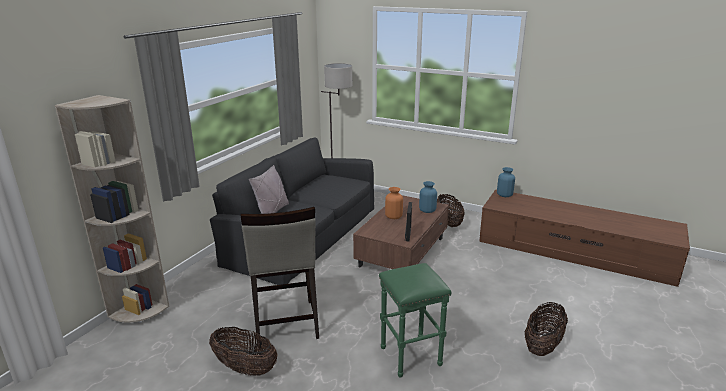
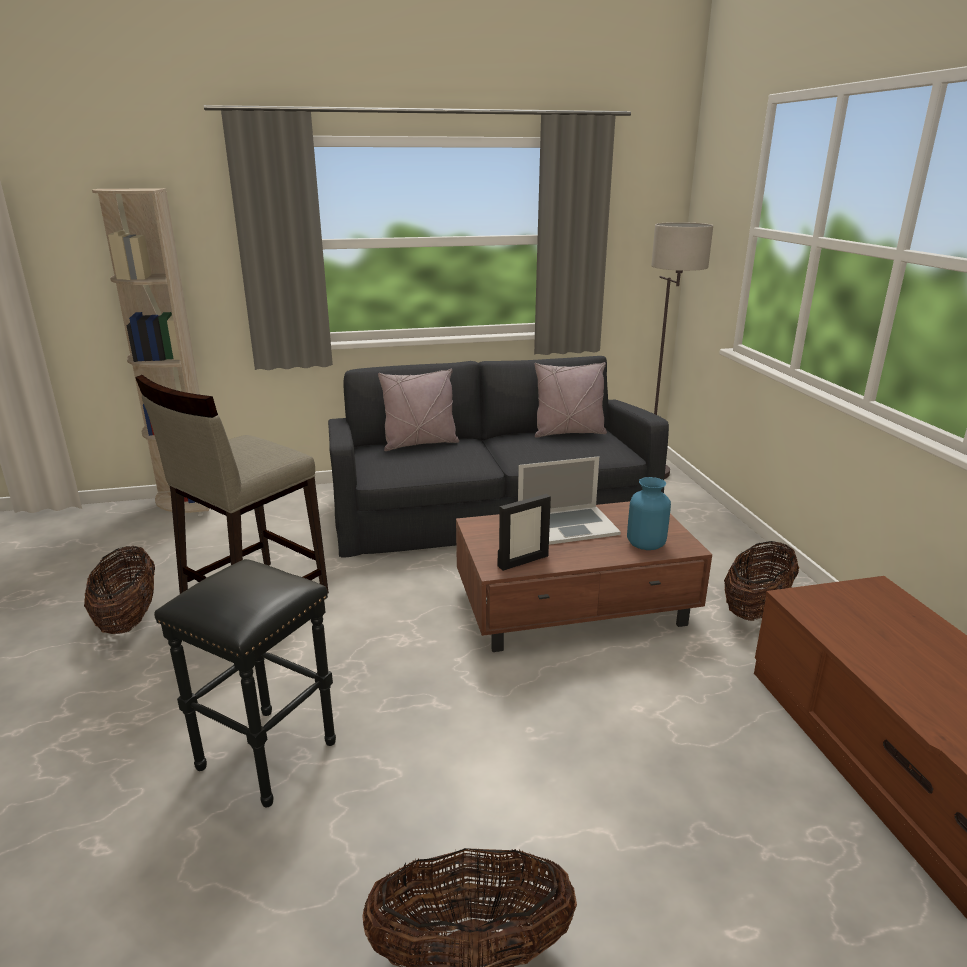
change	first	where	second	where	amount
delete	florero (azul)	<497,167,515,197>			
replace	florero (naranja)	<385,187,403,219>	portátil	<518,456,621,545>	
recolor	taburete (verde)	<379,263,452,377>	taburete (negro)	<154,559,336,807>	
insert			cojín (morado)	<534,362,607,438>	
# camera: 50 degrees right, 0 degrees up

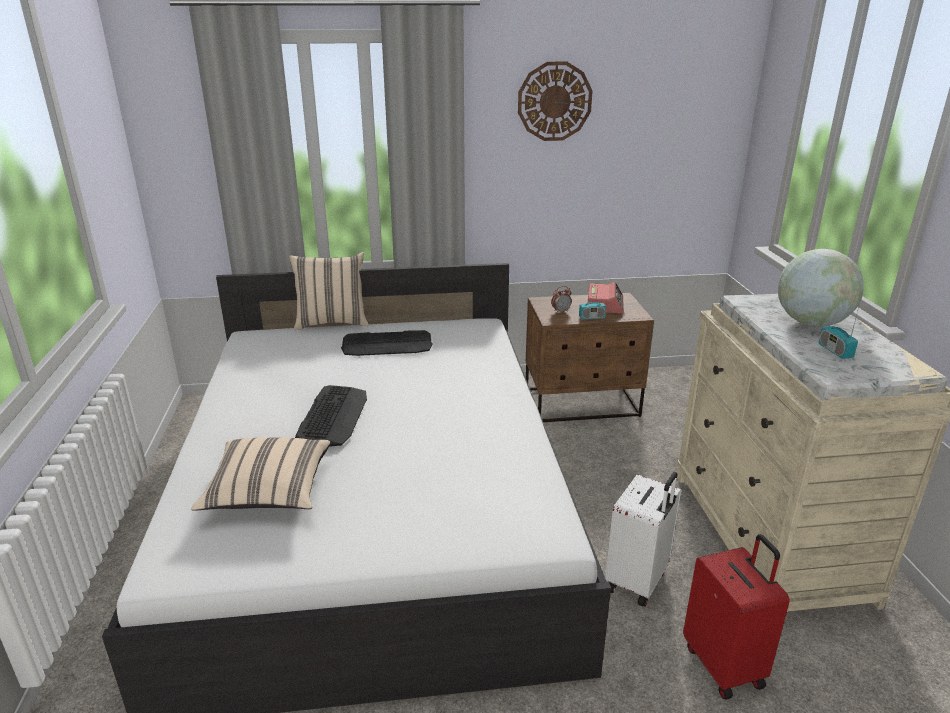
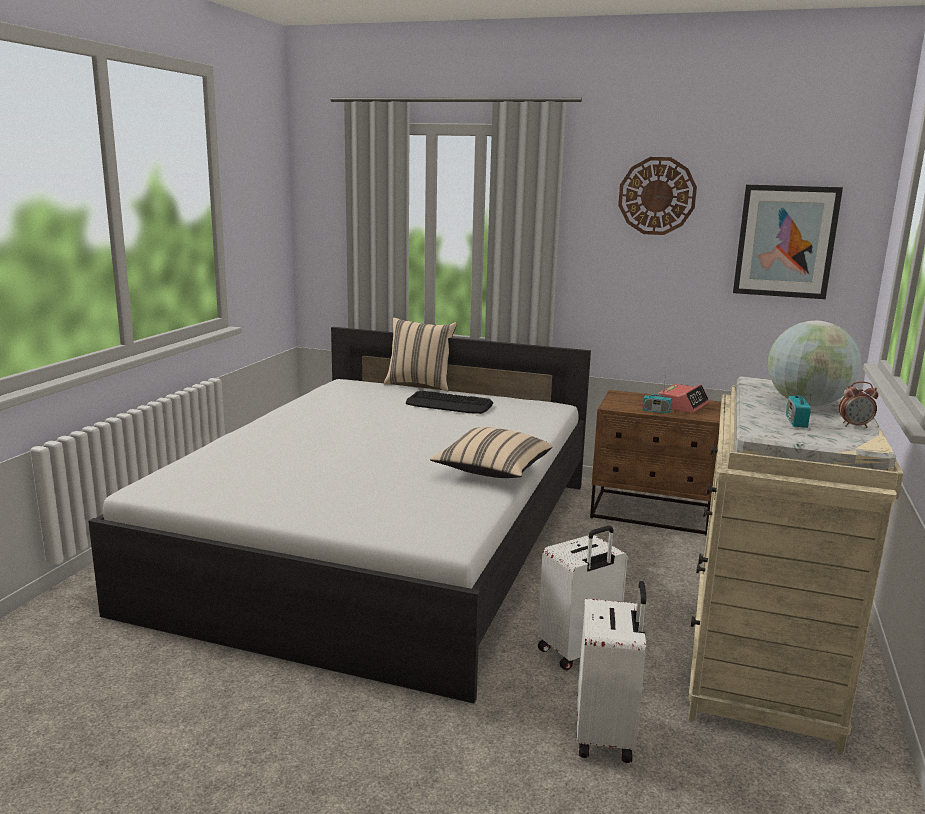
change	first	where	second	where	amount
move	despertador	<551,286,572,314>		<839,381,879,428>	
delete	teclado	<295,385,367,447>			
move	cojín (beis)	<191,437,330,511>		<430,427,552,478>	
recolor	maleta (rojo)	<683,534,790,700>	maleta (blanco)	<577,581,646,763>	
insert			cuadro	<733,184,843,299>	
# camera: 25 degrees right, 10 degrees down

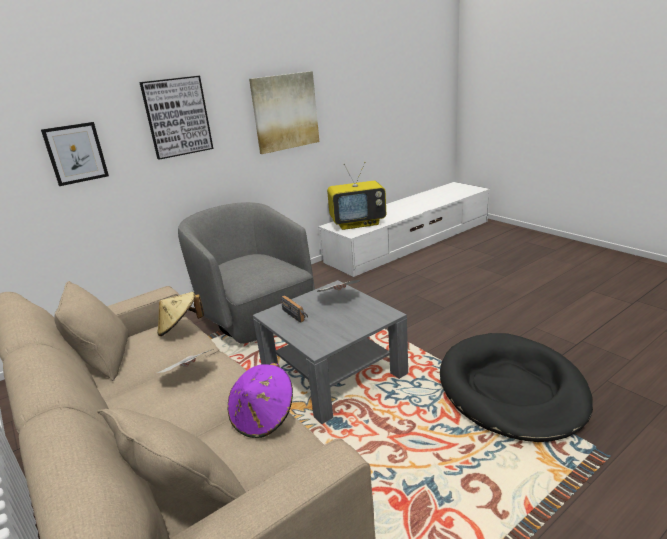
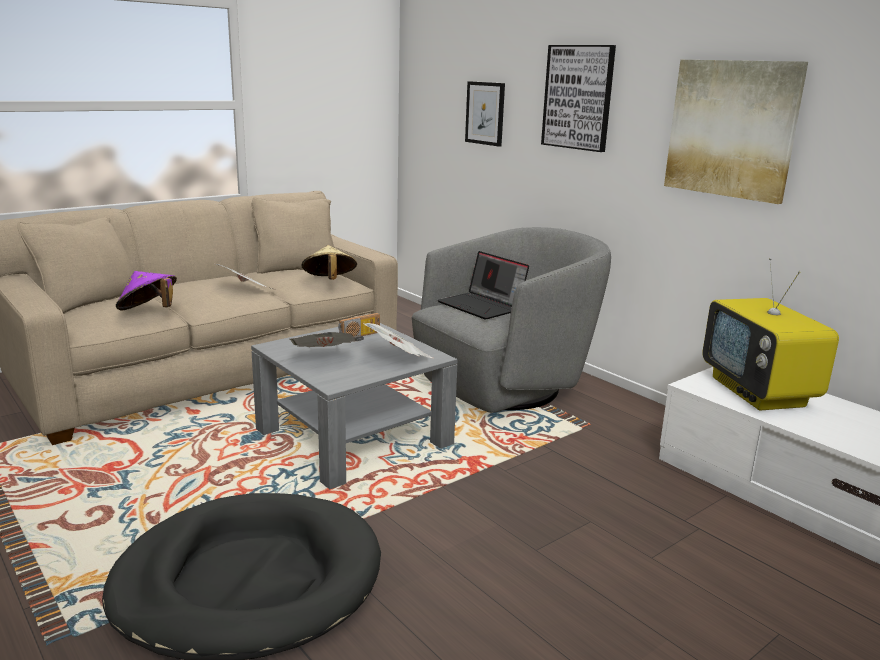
change	first	where	second	where	amount
insert			portátil	<437,251,529,319>	
insert			periódico	<289,332,357,347>	
# camera: 85 degrees right, 5 degrees down

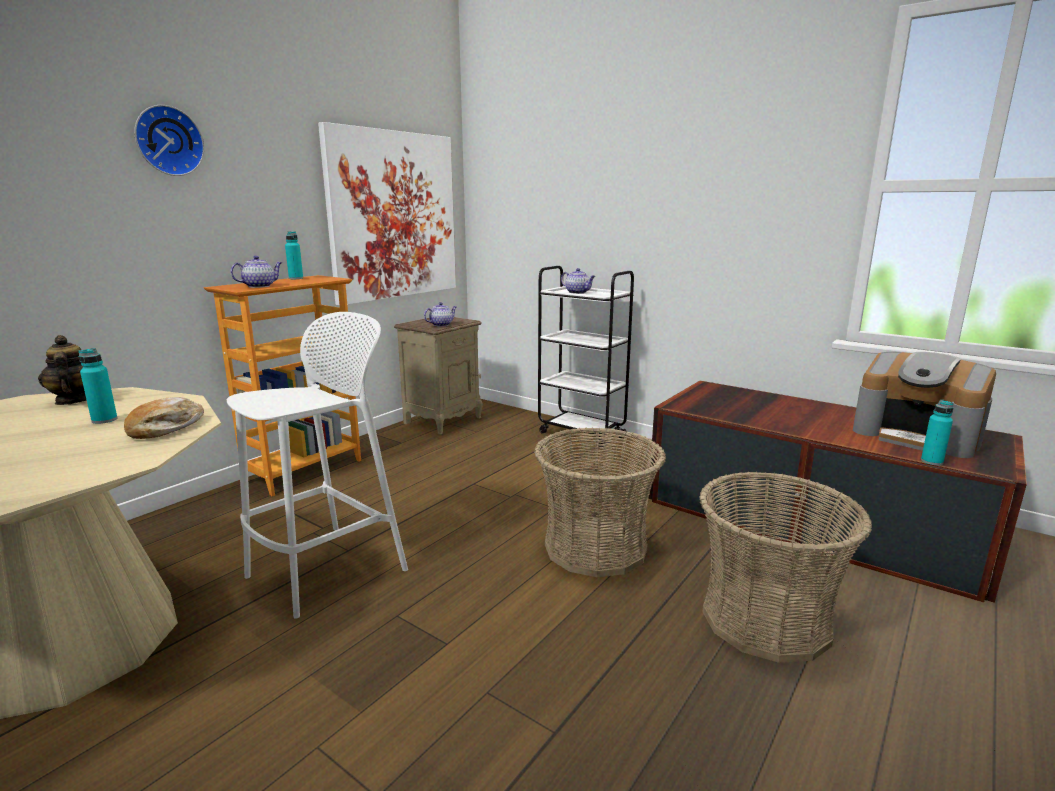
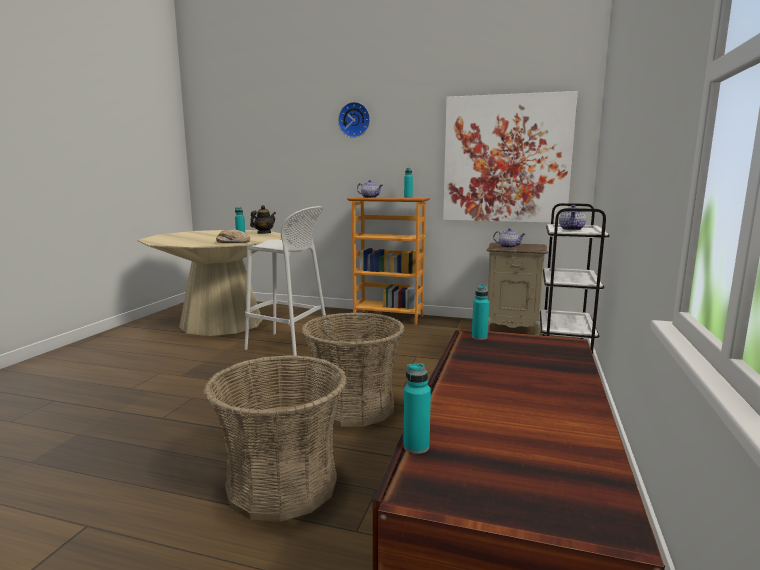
change	first	where	second	where	amount
delete	cafetera	<853,352,996,458>			
insert			botella (turquesa)	<472,285,489,340>	
# camera: 70 degrees right, 5 degrees down

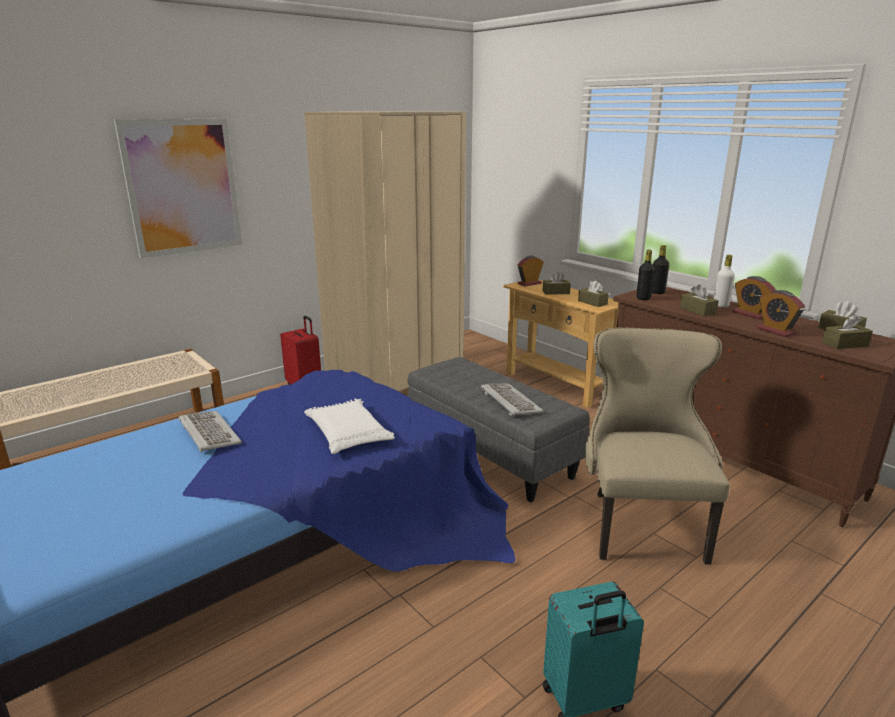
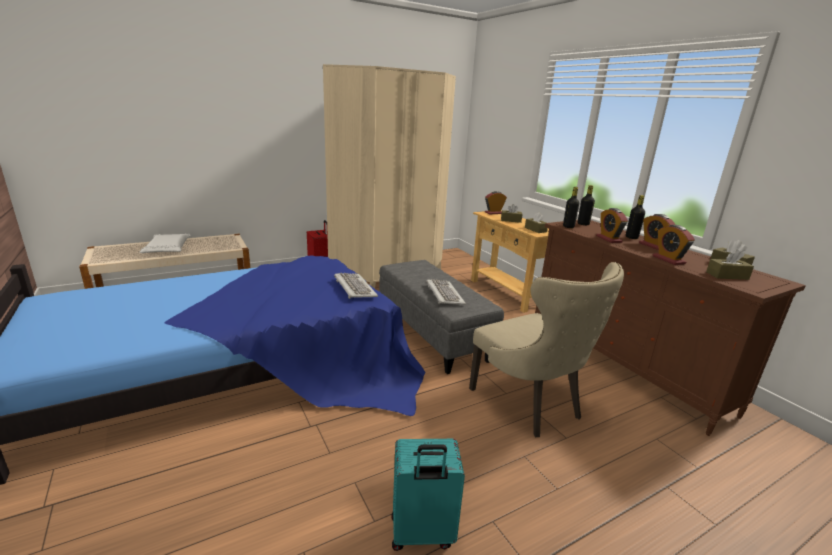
change	first	where	second	where	amount
delete	cuadro	<114,119,242,258>			
recolor	botella (blanco)	<714,255,735,307>	botella (negro)	<626,195,645,239>	
replace	caja de pañuelos (marrón)	<680,284,719,316>	despertador	<596,208,628,243>	
rotate	silla (beis)	<585,327,730,565>		<469,262,624,437>	135 degrees clockwise
move	cojín (blanco)	<304,399,395,454>		<140,233,191,253>	
move	teclado	<179,411,242,452>		<334,273,378,299>	
# camera: 10 degrees right, 0 degrees up

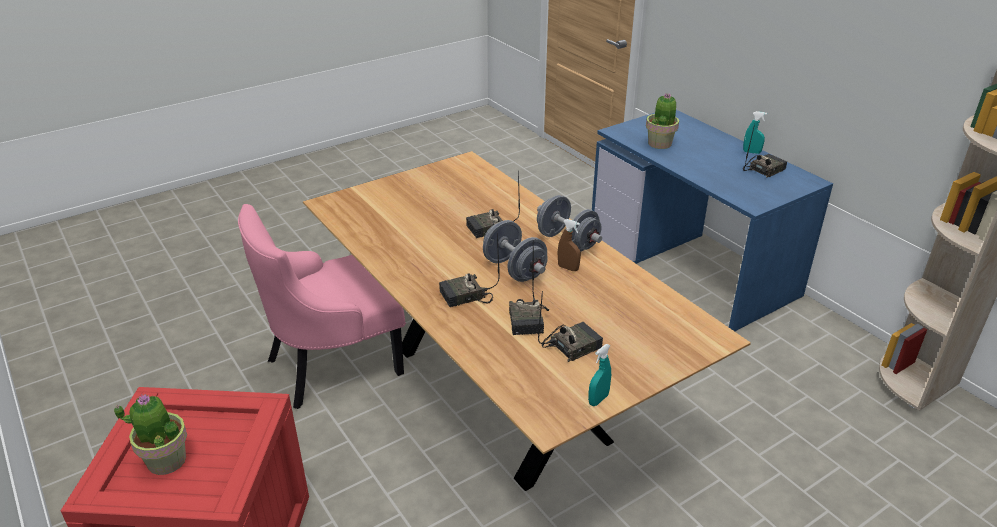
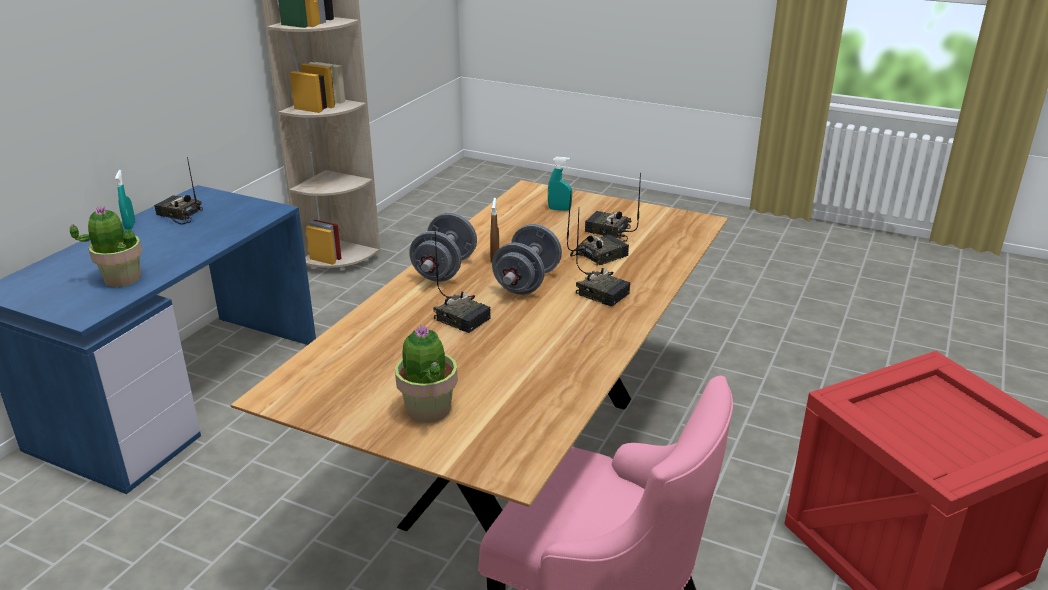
change	first	where	second	where	amount
move	pulverizador (turquesa)	<588,344,611,406>		<548,157,572,211>	
move	planta en maceta	<114,394,187,475>		<395,325,458,423>	
# camera: 120 degrees left, 5 degrees down

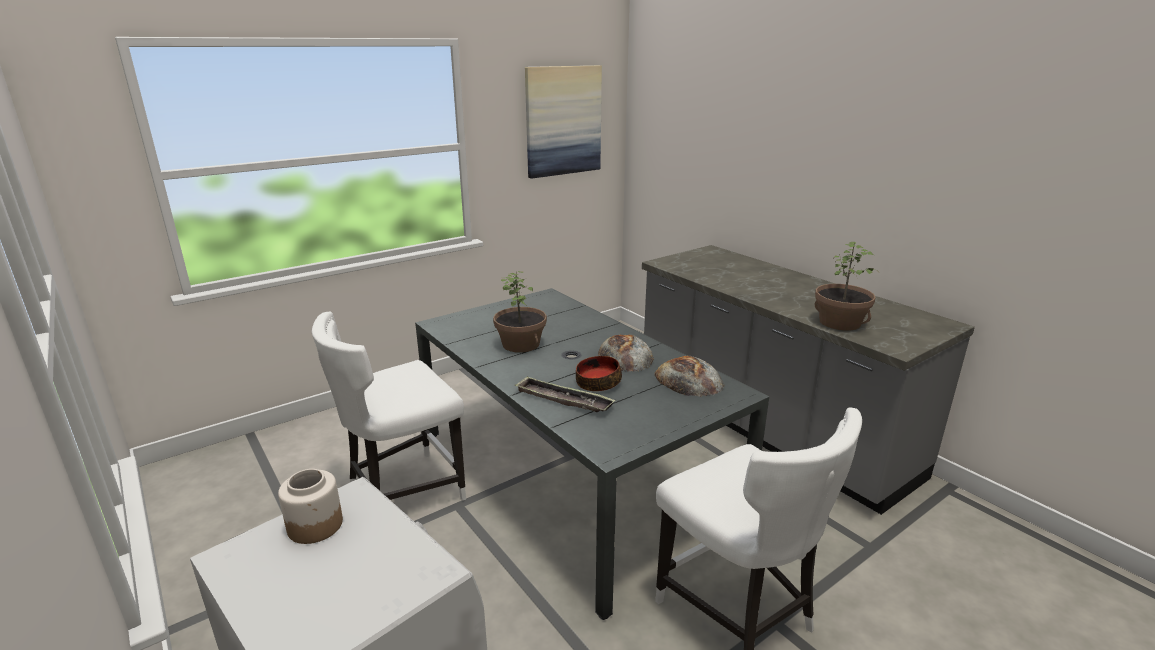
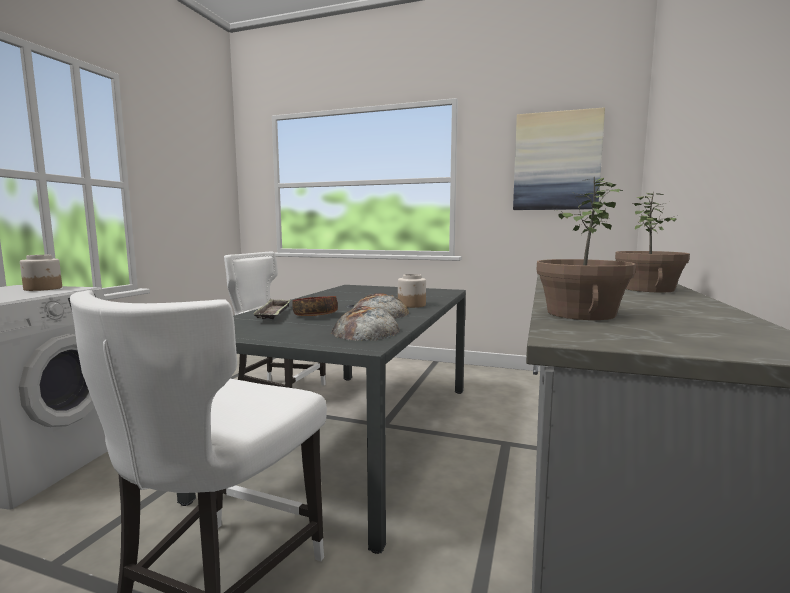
change	first	where	second	where	amount
move	planta en maceta	<493,271,547,353>		<615,192,690,293>	
insert			tarro	<398,274,426,308>	
# camera: 55 degrees right, 15 degrees down

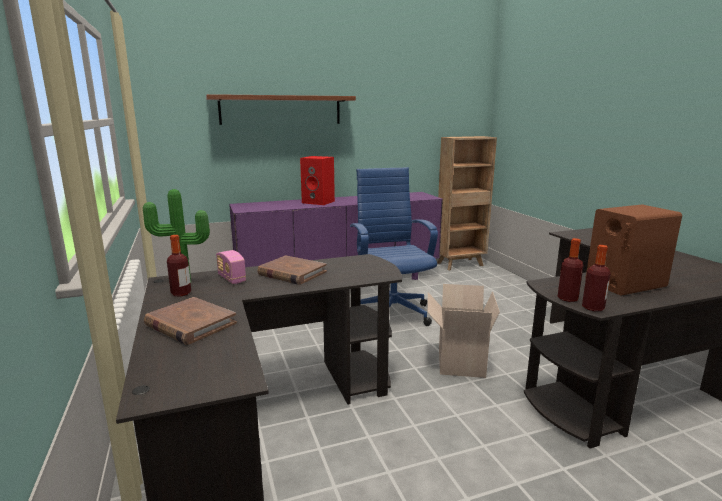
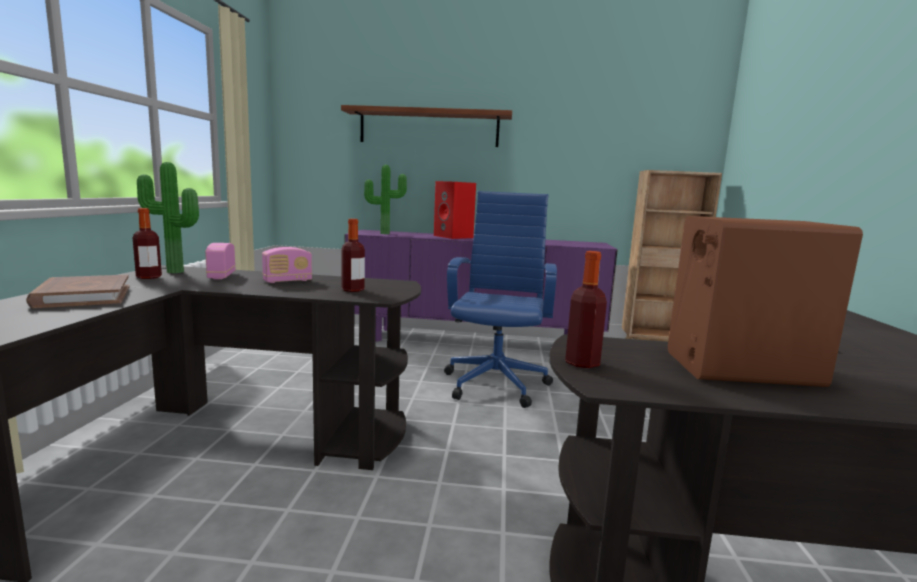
change	first	where	second	where	amount
move	botella	<582,245,611,311>		<341,219,365,292>	
replace	libro (marrón)	<257,256,327,285>	radio	<262,247,312,283>	
delete	caja de cartón	<427,284,500,378>			
insert			planta en maceta	<364,165,407,234>	
# camera: 25 degrees right, 5 degrees down

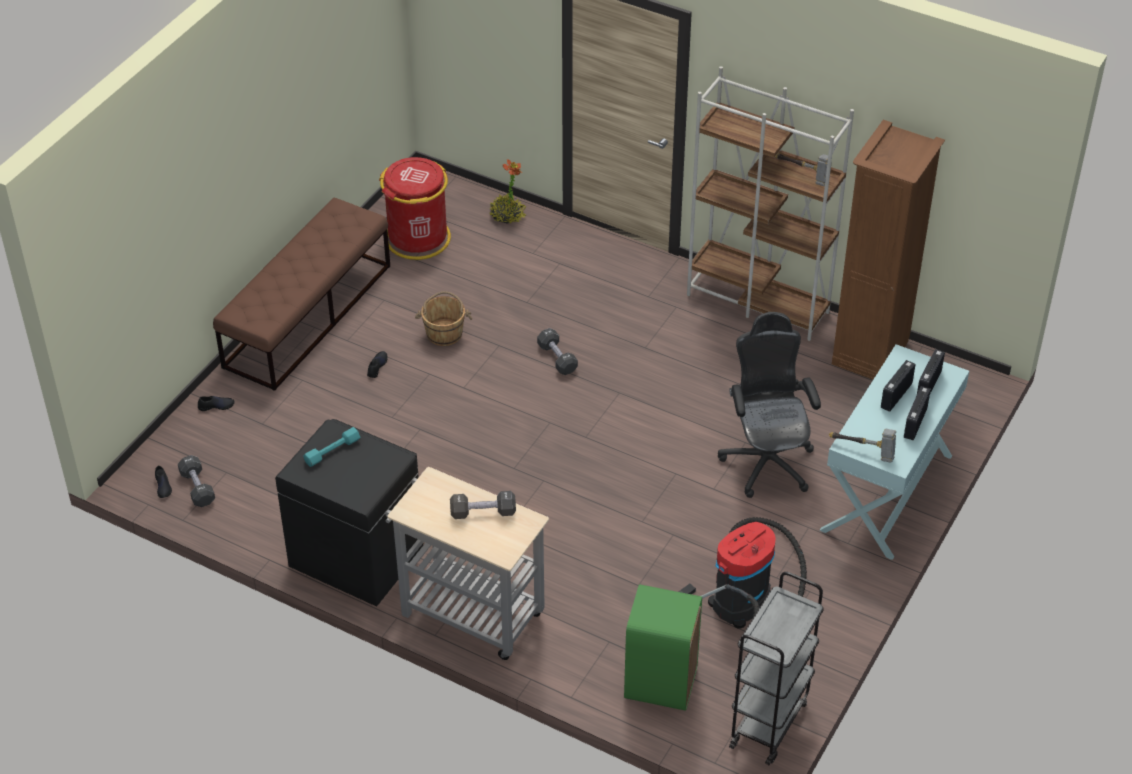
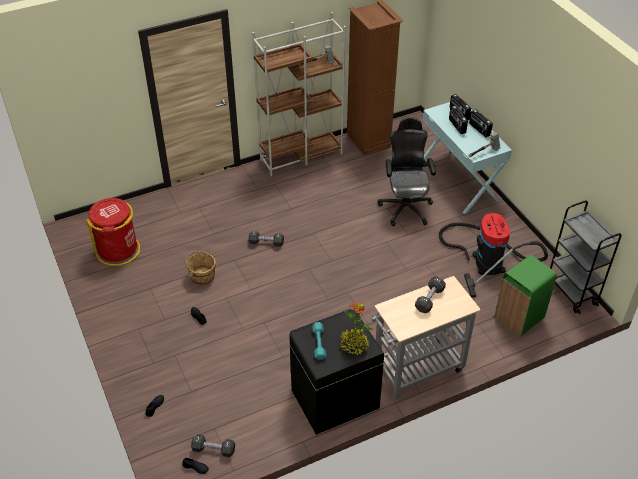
change	first	where	second	where	amount
move	planta en maceta	<490,159,527,224>		<340,302,373,355>	
delete	banco (marrón)	<213,198,390,391>			
rotate	silla de oficina	<718,312,821,498>		<378,117,436,226>	60 degrees clockwise
# camera: 55 degrees left, 0 degrees up

